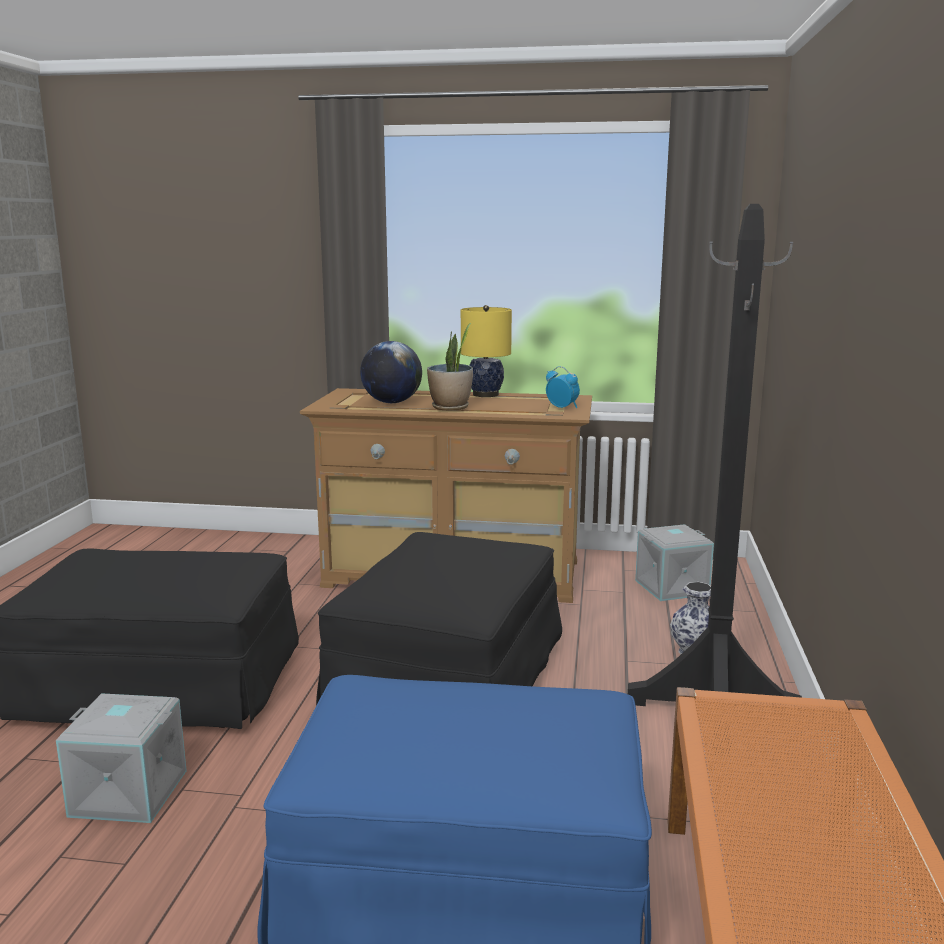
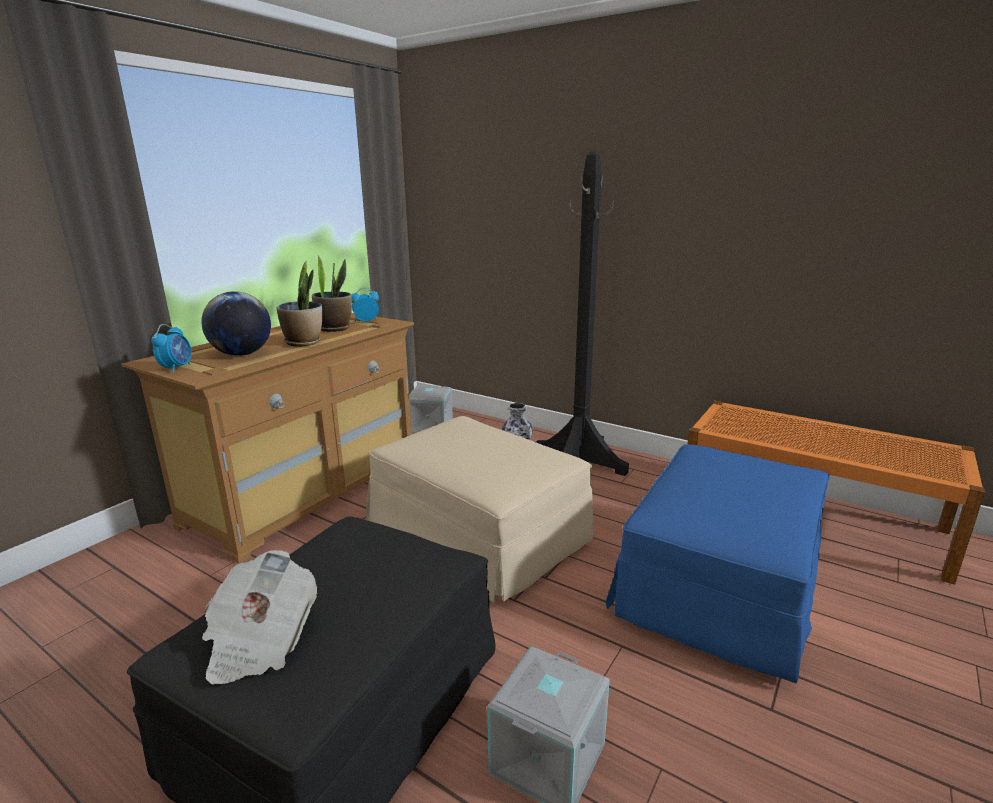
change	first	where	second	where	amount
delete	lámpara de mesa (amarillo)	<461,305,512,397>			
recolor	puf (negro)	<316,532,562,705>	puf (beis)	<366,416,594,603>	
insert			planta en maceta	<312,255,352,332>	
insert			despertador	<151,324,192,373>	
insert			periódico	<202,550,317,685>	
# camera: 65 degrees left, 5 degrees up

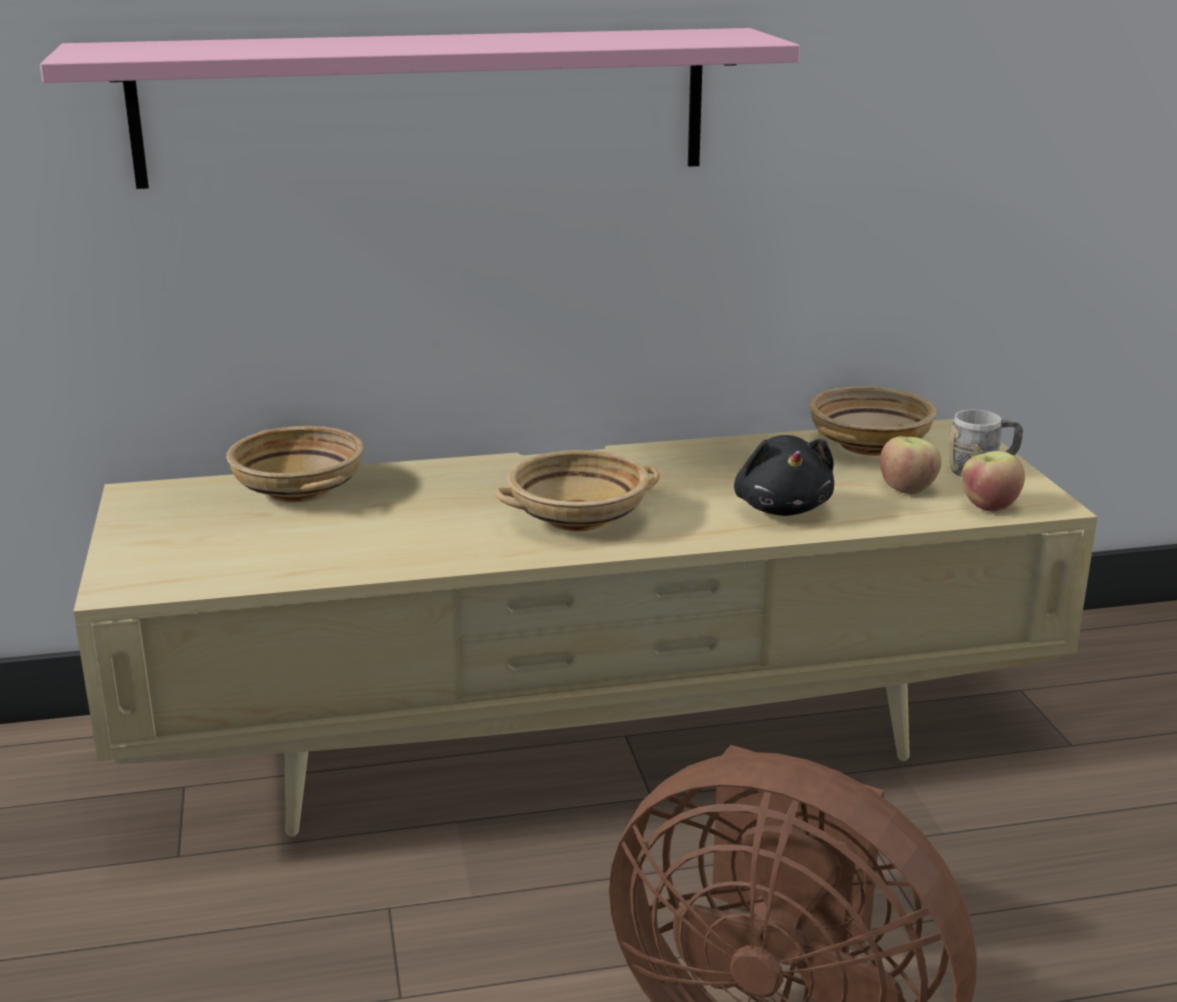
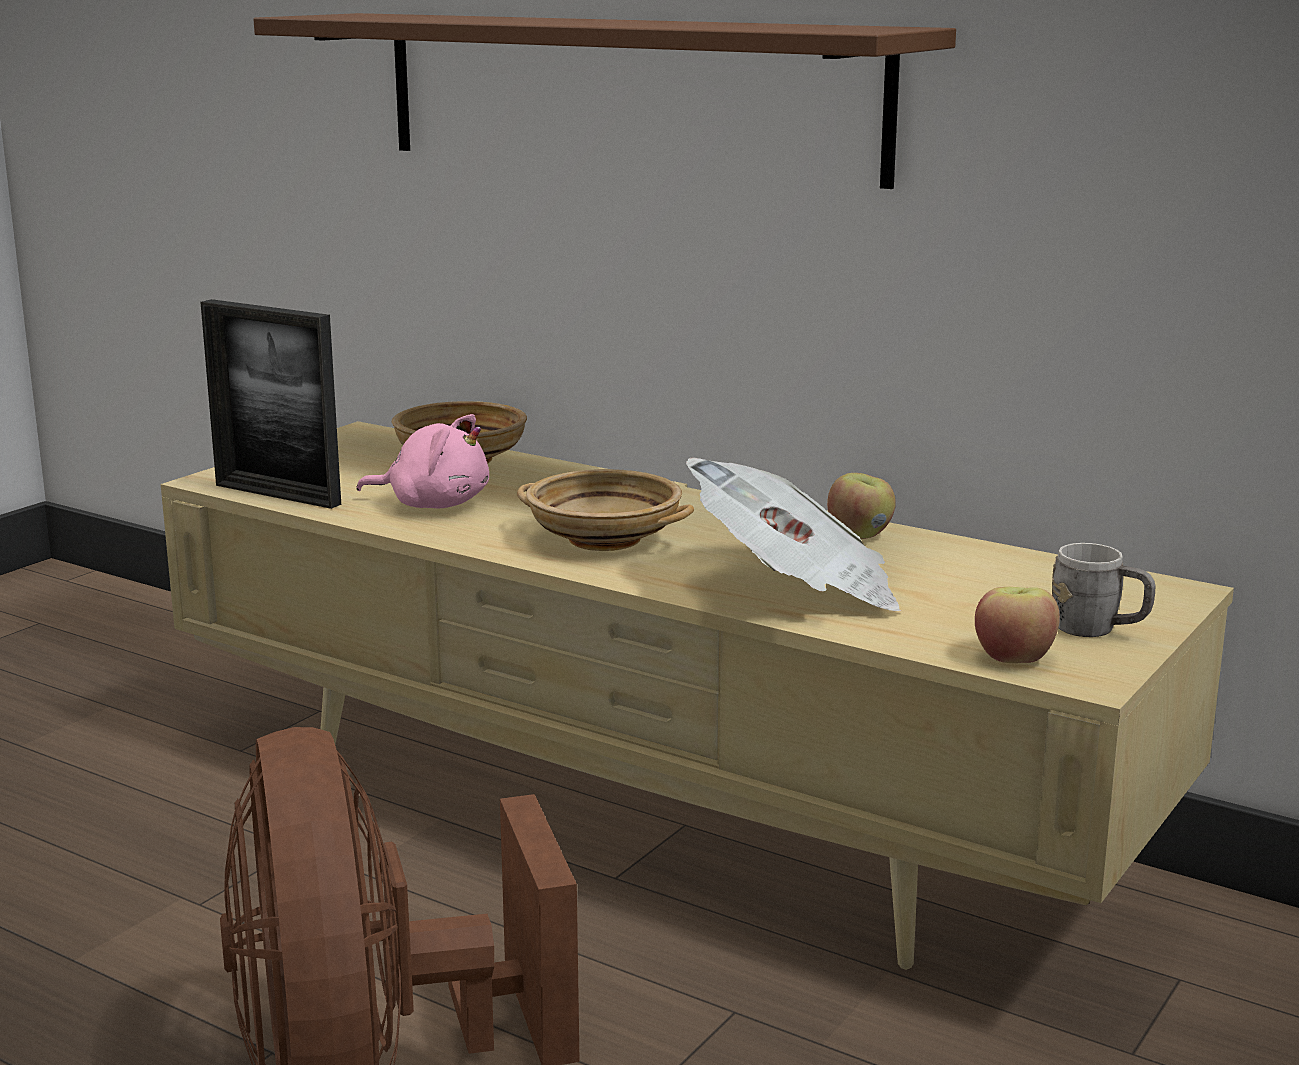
change	first	where	second	where	amount
recolor	estante (rosa)	<40,28,800,189>	estante (marrón)	<253,13,956,189>	
delete	cuenco (beis)	<809,386,937,456>			
replace	peluche (negro)	<734,435,834,516>	periódico	<686,458,901,611>	
move	manzana	<880,436,942,494>		<827,473,896,539>	
insert			portarretratos	<201,299,341,509>	
insert			peluche (rosa)	<356,414,489,508>	
# camera: 45 degrees right, 5 degrees down

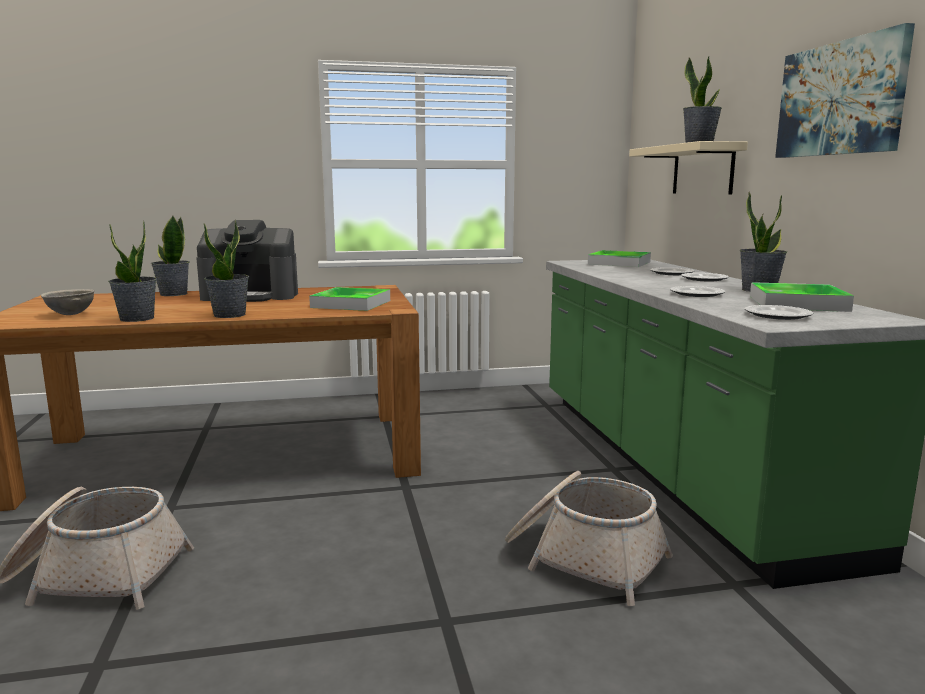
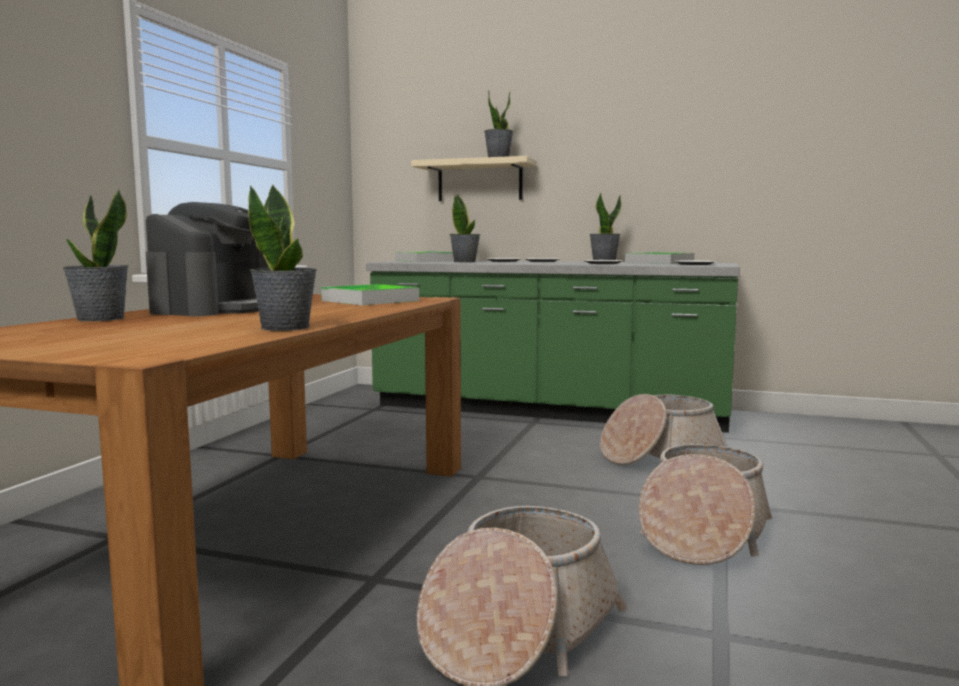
change	first	where	second	where	amount
delete	cuadro	<775,23,915,158>			
move	planta en maceta	<204,220,249,318>		<450,194,480,262>	
delete	cuenco (gris)	<41,289,95,315>			
insert			cesta	<639,444,772,565>	
# camera: 60 degrees left, 5 degrees down

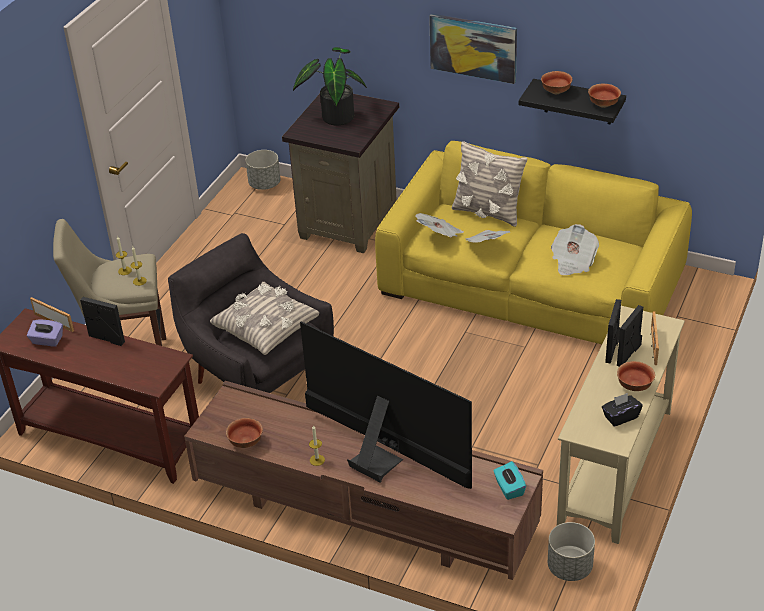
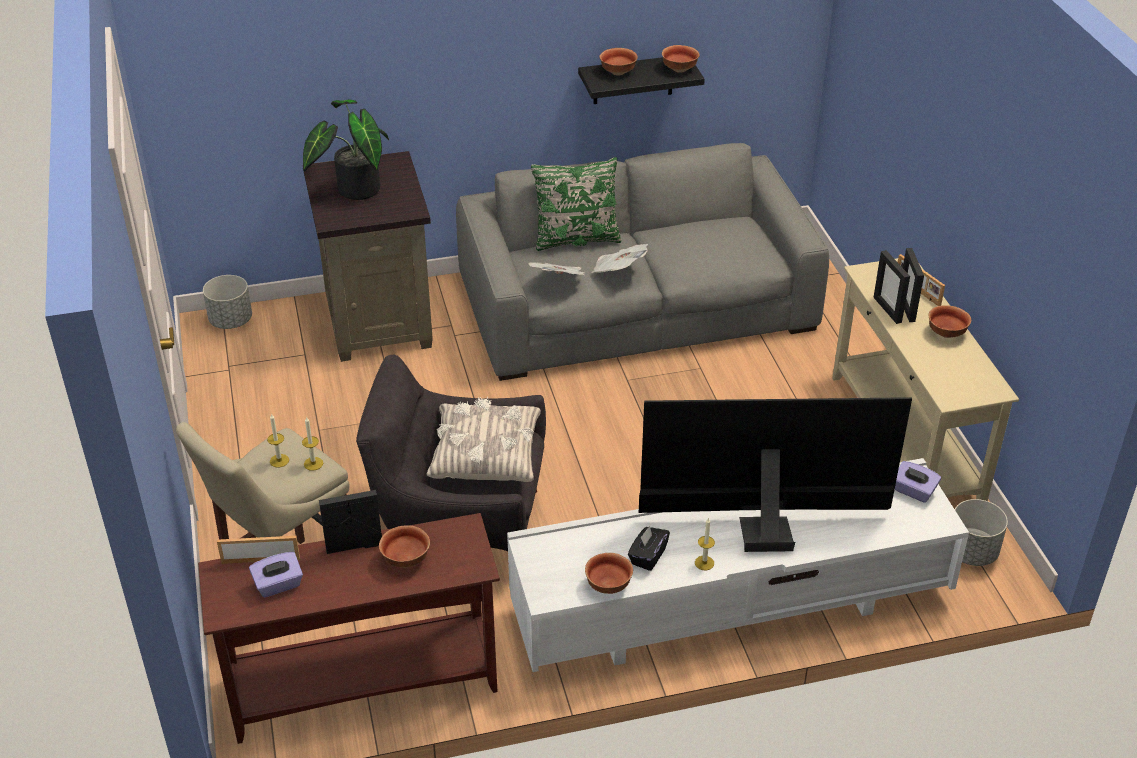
change	first	where	second	where	amount
delete	cuadro	<429,14,517,84>			
recolor	sofá (amarillo)	<375,141,692,344>	sofá (gris)	<456,143,829,381>	
recolor	cojín (beis)	<452,141,527,227>	cojín (verde)	<531,157,621,251>	
delete	periódico	<551,224,599,275>			
recolor	mueble de televisión (marrón)	<184,381,543,580>	mueble de televisión (blanco)	<507,458,969,672>	
move	caja de pañuelos (negro)	<602,393,643,427>		<628,526,670,571>	
recolor	caja de pañuelos (turquesa)	<493,461,526,500>	caja de pañuelos (morado)	<895,461,941,503>	
insert			cuenco	<379,525,430,567>	
# camera: 40 degrees left, 0 degrees up

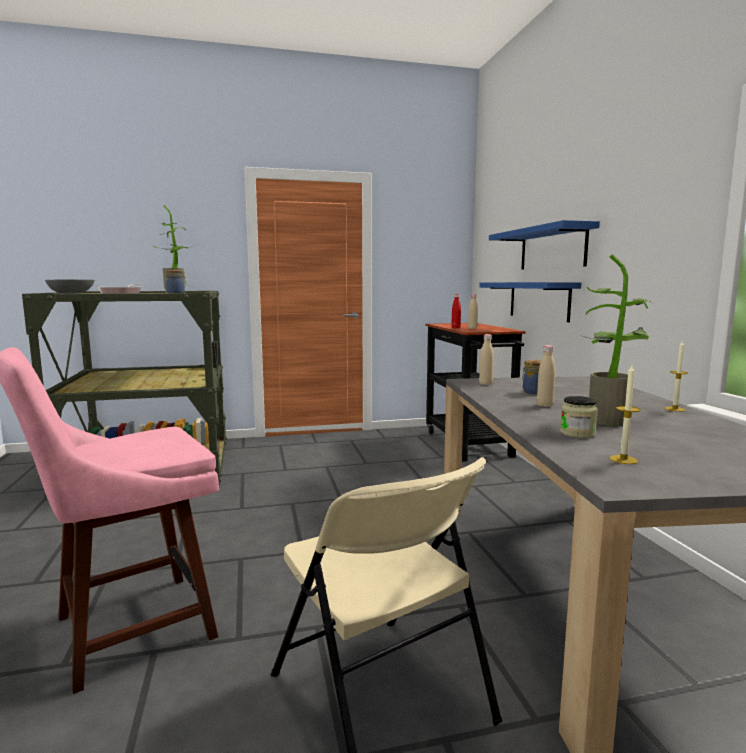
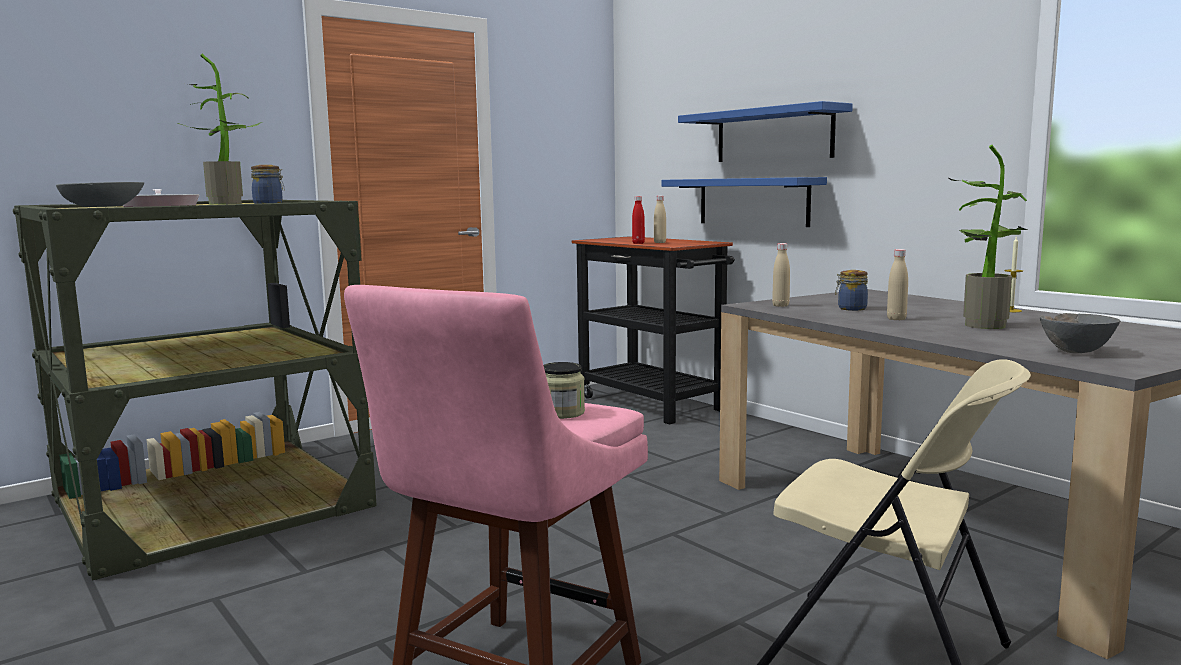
change	first	where	second	where	amount
replace	vela	<609,365,641,464>	cuenco (gris)	<1040,313,1120,353>	
move	tarro	<560,396,598,438>		<544,362,585,419>	
# camera: 25 degrees left, 0 degrees up

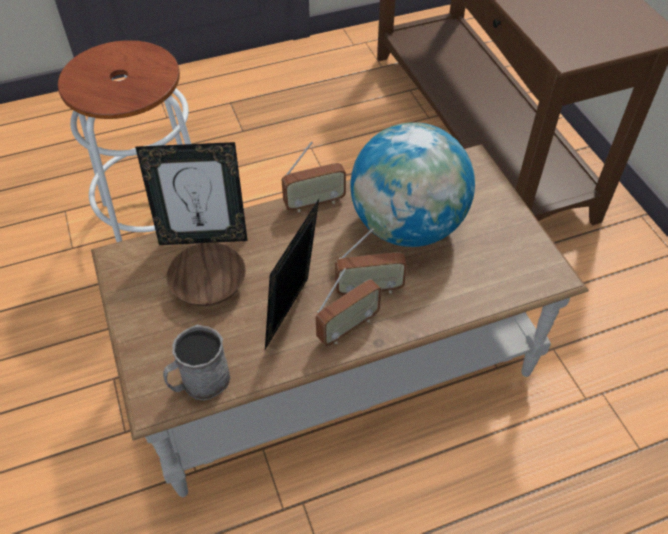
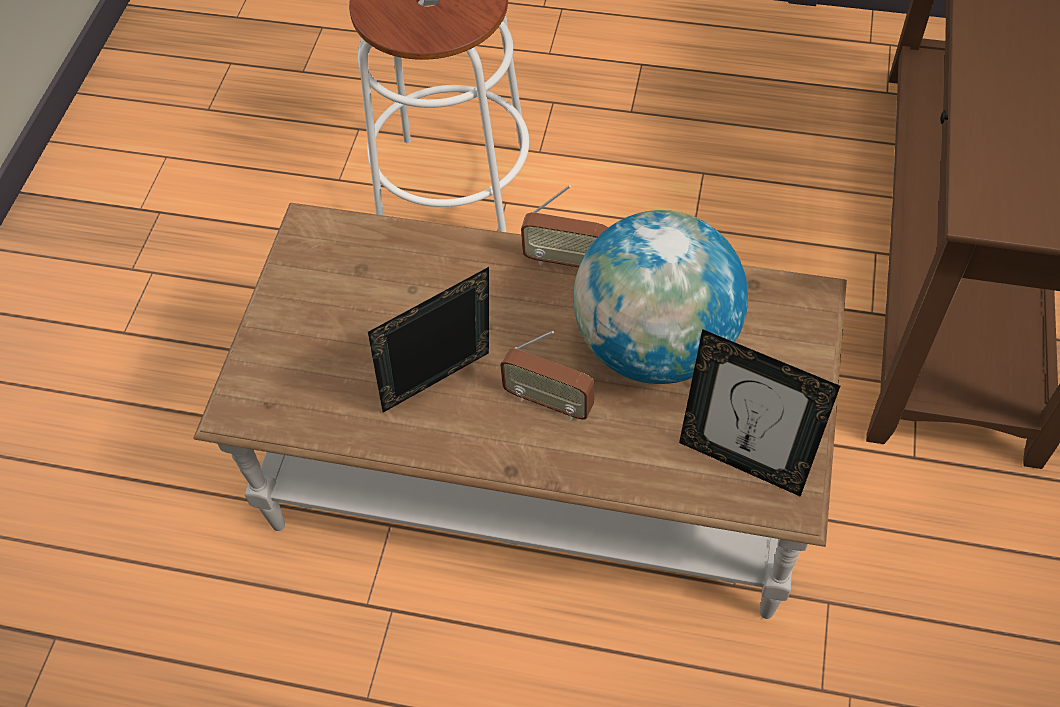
change	first	where	second	where	amount
move	portarretratos	<135,142,248,245>		<679,329,840,497>	
delete	cuenco (marrón)	<167,243,246,306>			
delete	radio	<316,268,382,346>			
delete	taza grande (gris)	<163,325,230,401>			
# camera: 35 degrees right, 5 degrees up

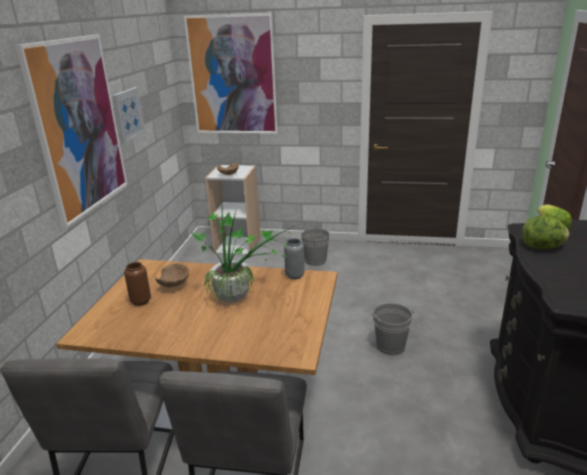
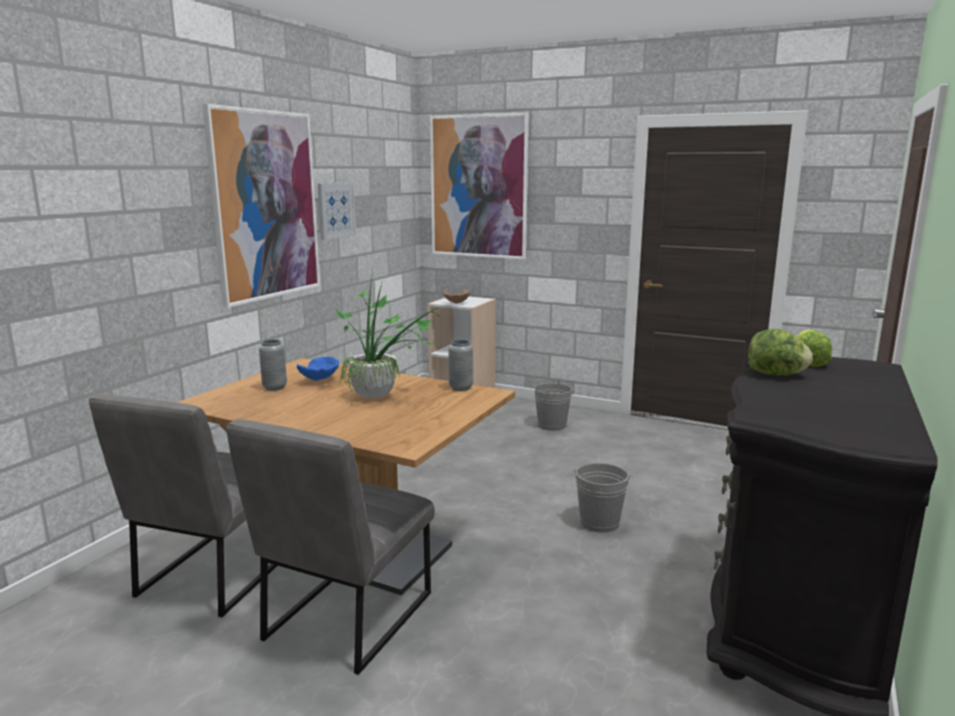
change	first	where	second	where	amount
recolor	florero (marrón)	<124,262,151,306>	florero (gris)	<259,339,287,390>	
recolor	cuenco (marrón)	<155,263,189,287>	cuenco (azul)	<296,357,339,381>	
# camera: 15 degrees right, 10 degrees down

